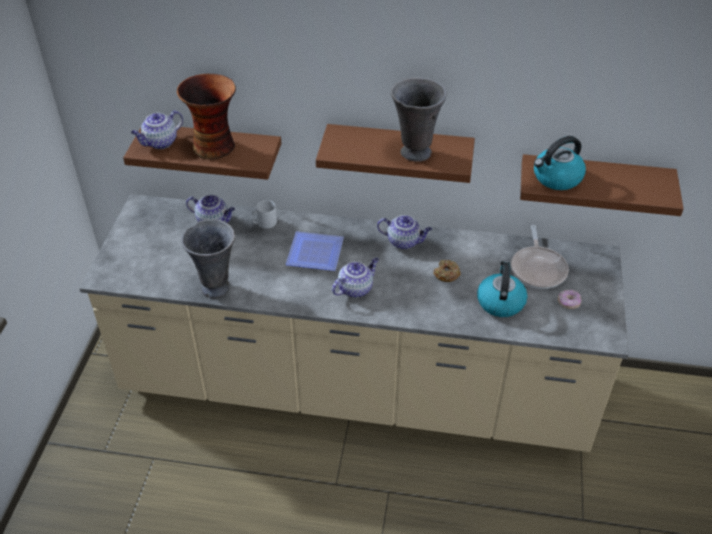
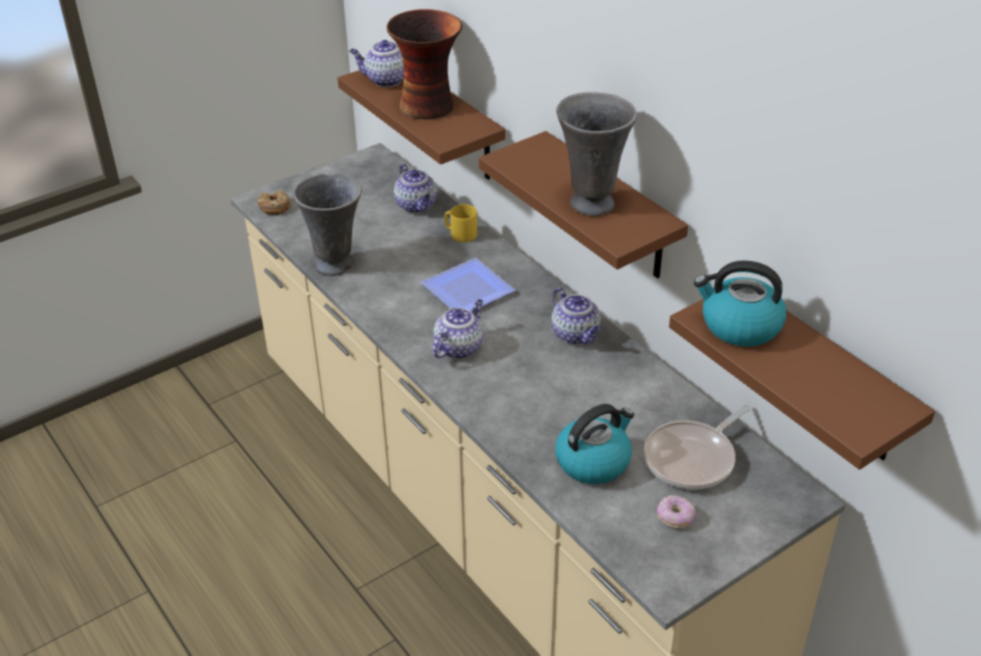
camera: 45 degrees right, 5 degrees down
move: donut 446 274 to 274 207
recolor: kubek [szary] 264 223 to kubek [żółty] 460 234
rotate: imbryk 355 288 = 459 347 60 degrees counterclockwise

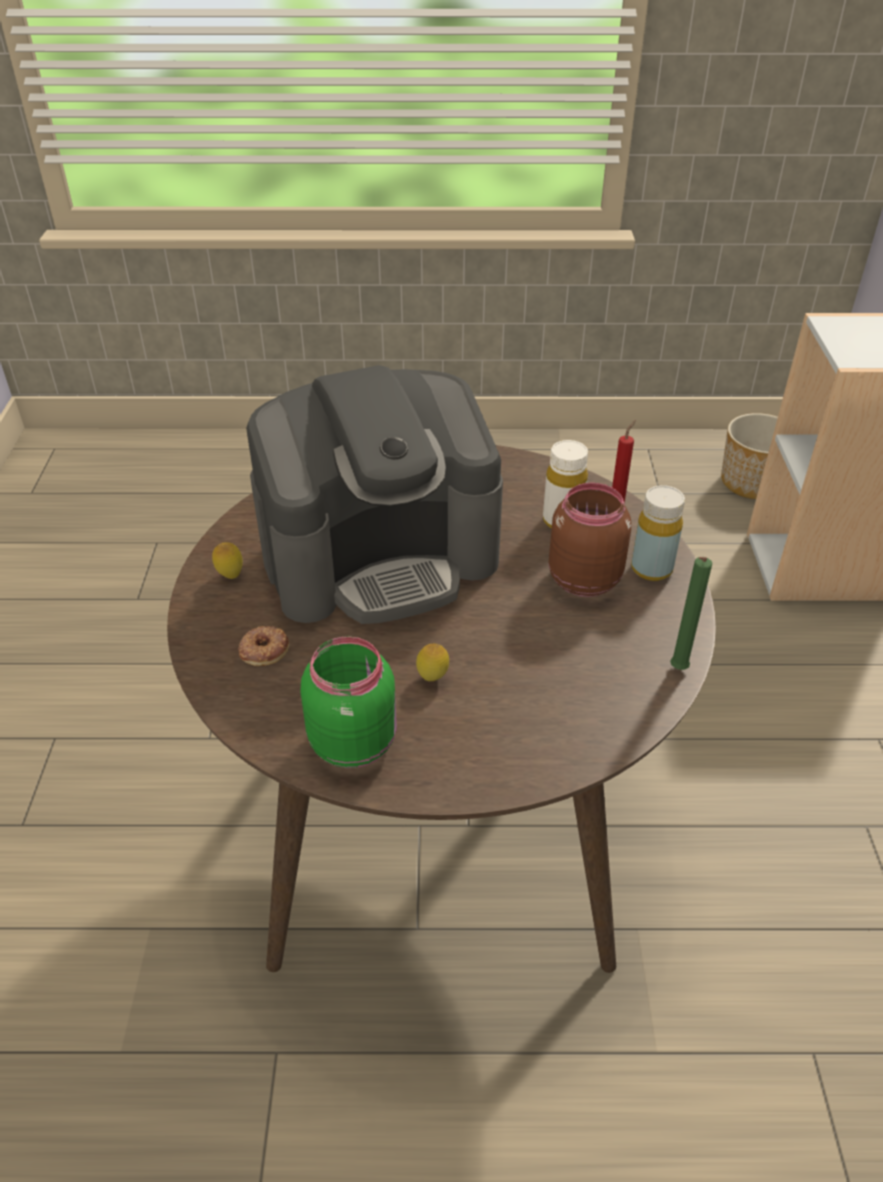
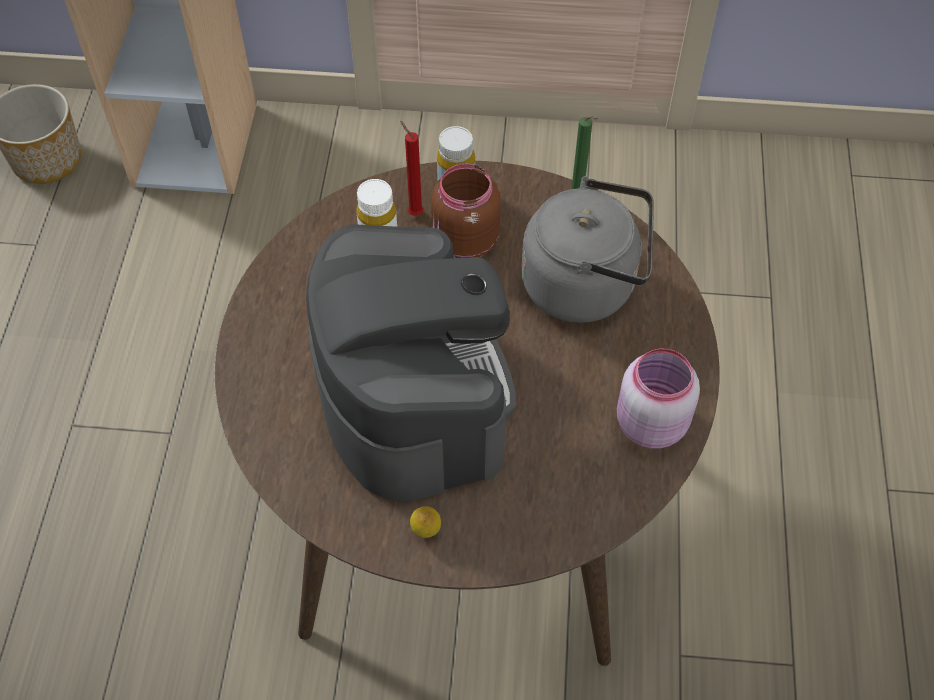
camera: 85 degrees left, 15 degrees up
delete: donut 264 649; cytryna 432 678
insert: czajnik [szary] 585 285
recolor: słoik [zielony] 354 741 to słoik [różowy] 648 423

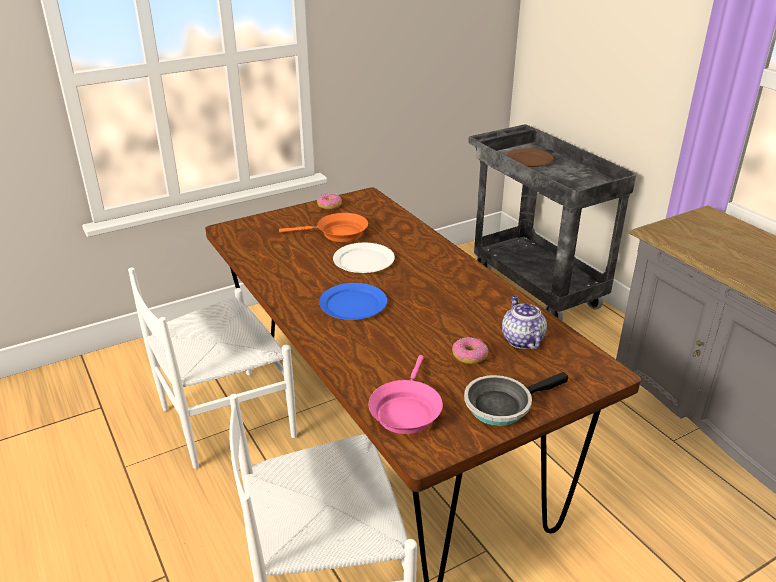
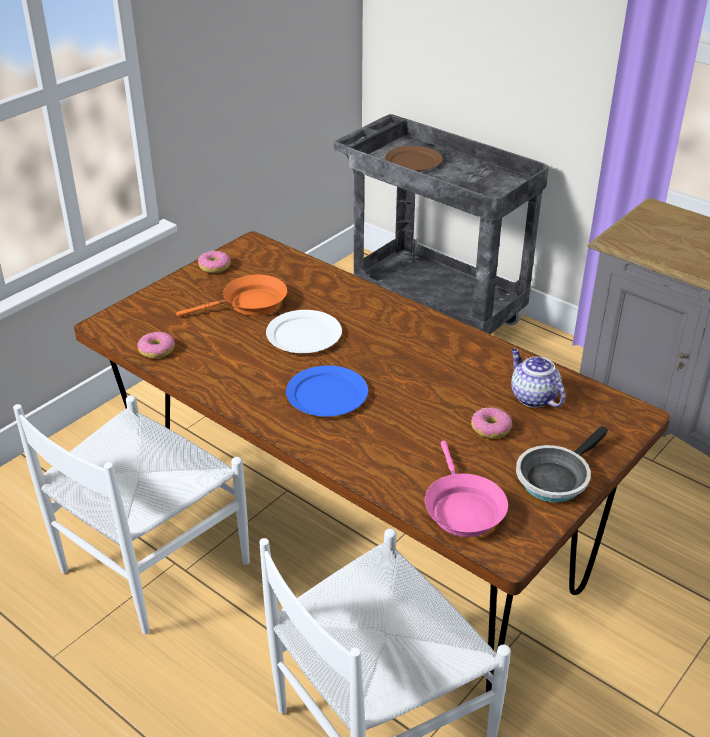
camera: 20 degrees left, 5 degrees up
insert: donut 157 350

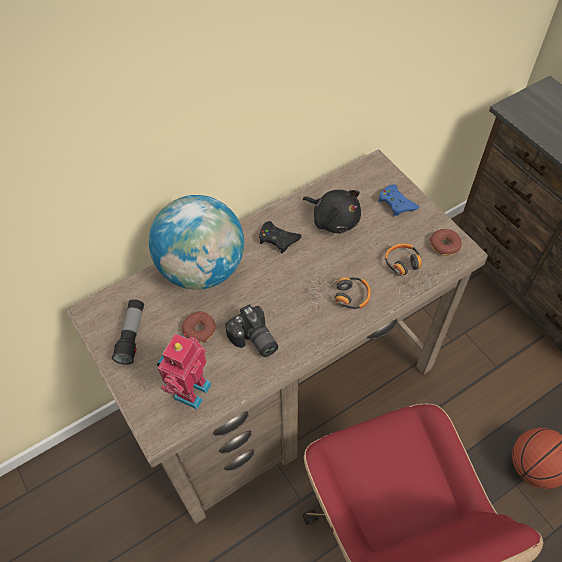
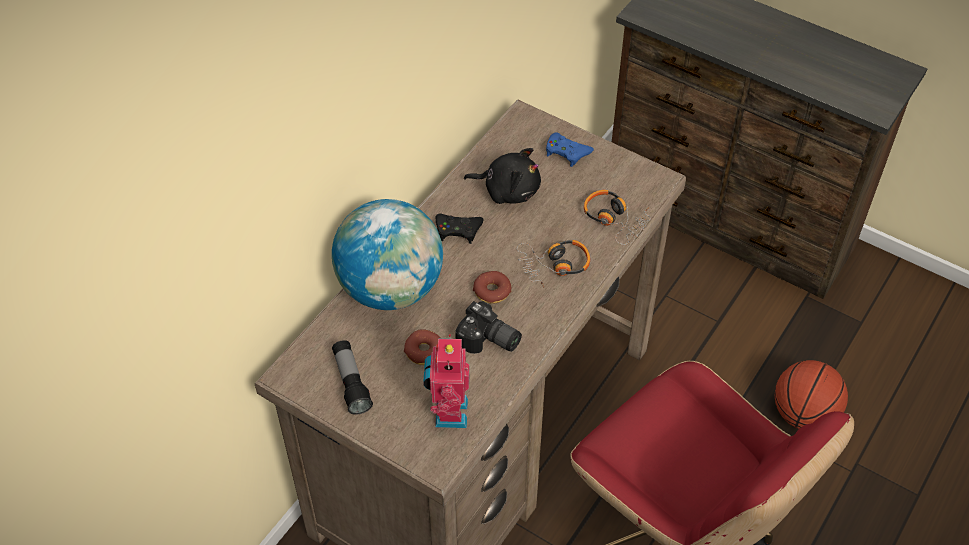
camera: 25 degrees left, 5 degrees down
move: donut 444 245 to 492 291

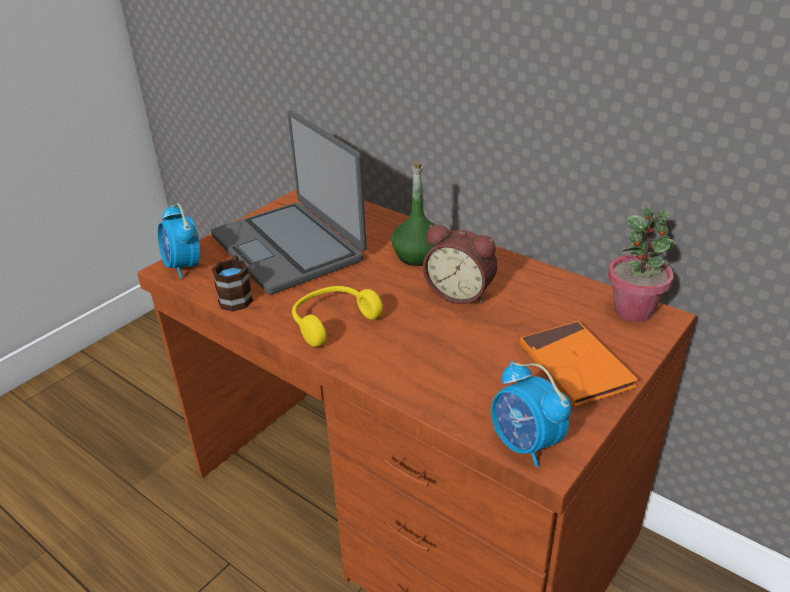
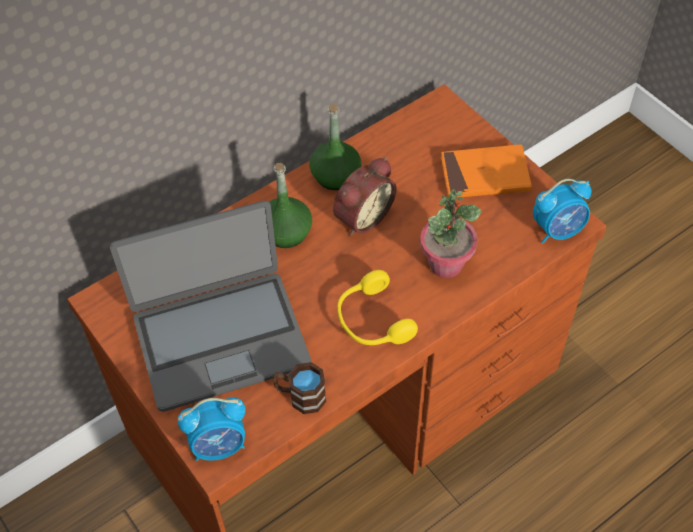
camera: 75 degrees left, 20 degrees up
insert: butelka [zielony] 335 176
move: roślina doniczkowa 633 311 to 445 264

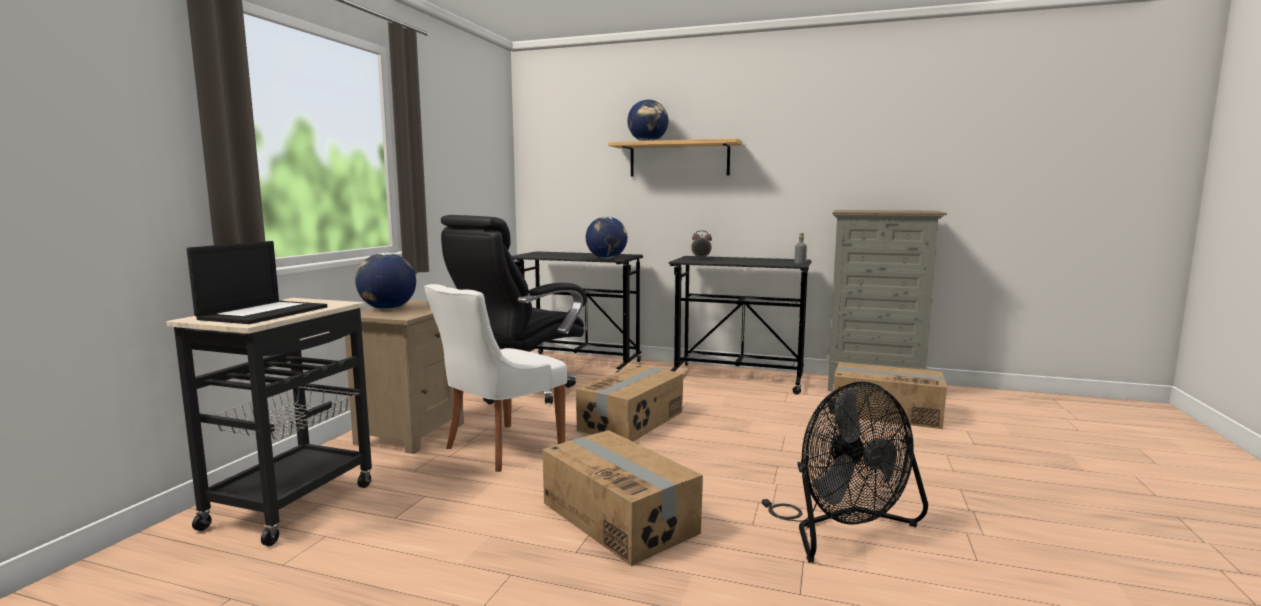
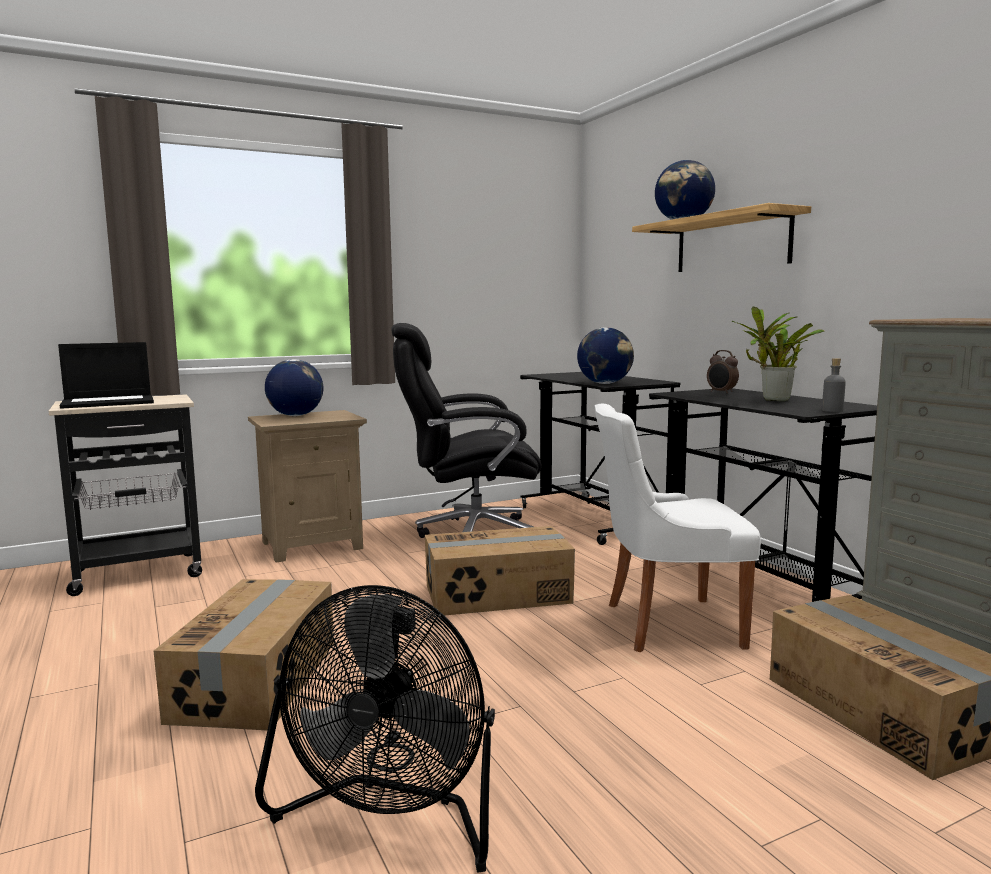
camera: 45 degrees right, 0 degrees up
insert: roślina doniczkowa 773 400
move: krzesło [biały] 500 448 to 667 624

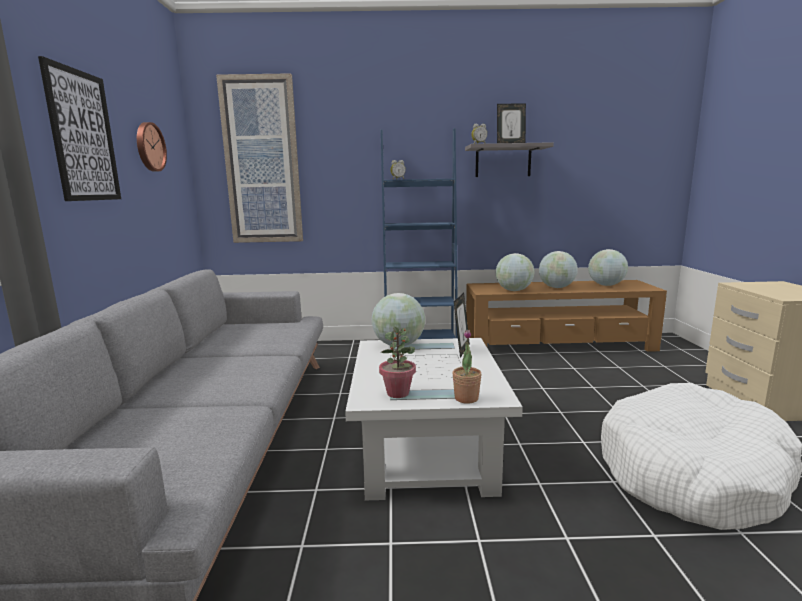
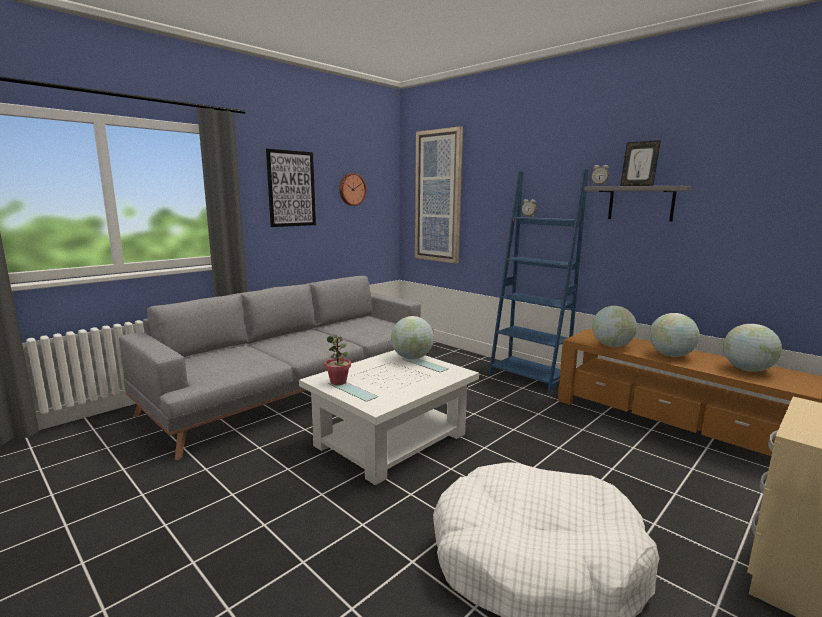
camera: 45 degrees right, 0 degrees up
delete: roślina doniczkowa 466 398; ramka na zdjęcie 461 350

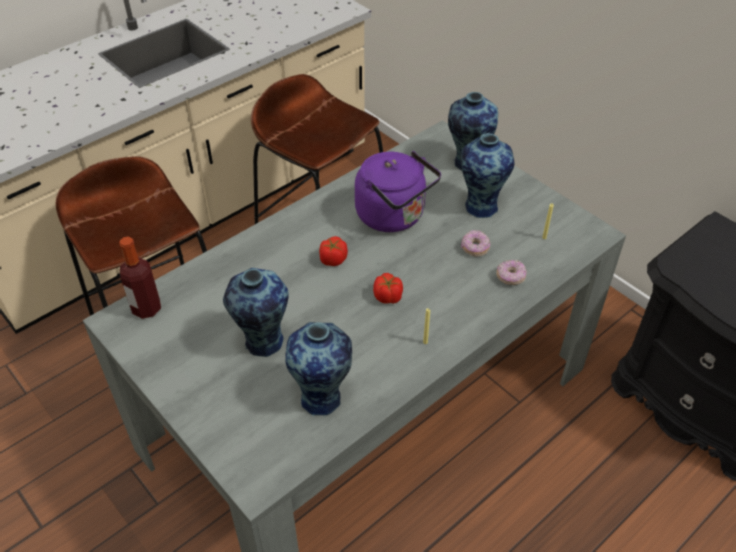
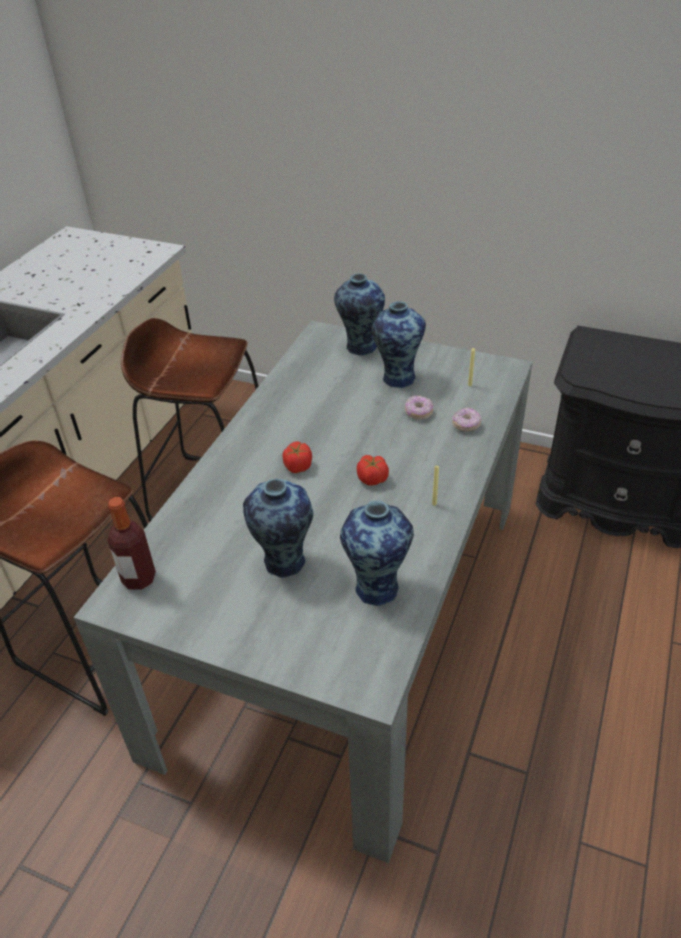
camera: 25 degrees left, 5 degrees down
delete: czajnik [fioletowy] 394 216

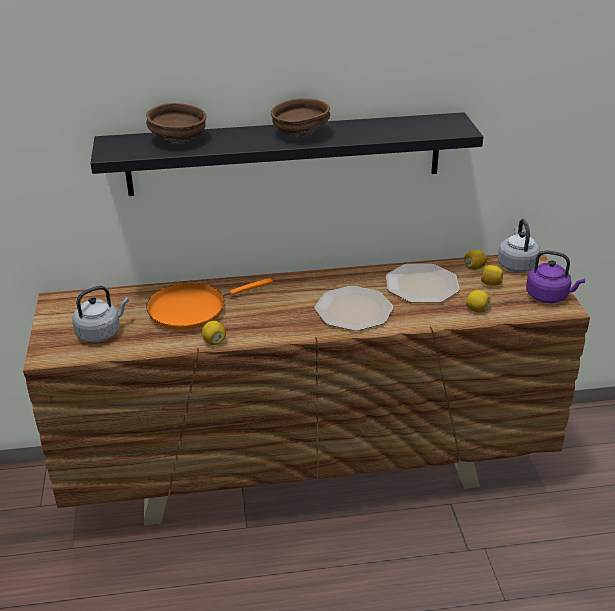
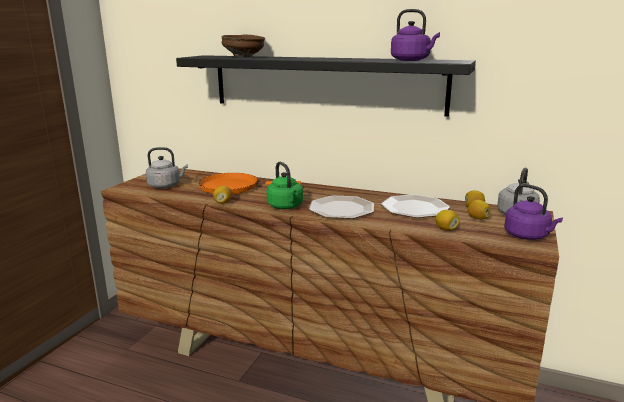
camera: 30 degrees right, 15 degrees down
delete: miska [brązowy] 299 134
insert: czajnik [zielony] 286 207; czajnik [fioletowy] 412 60

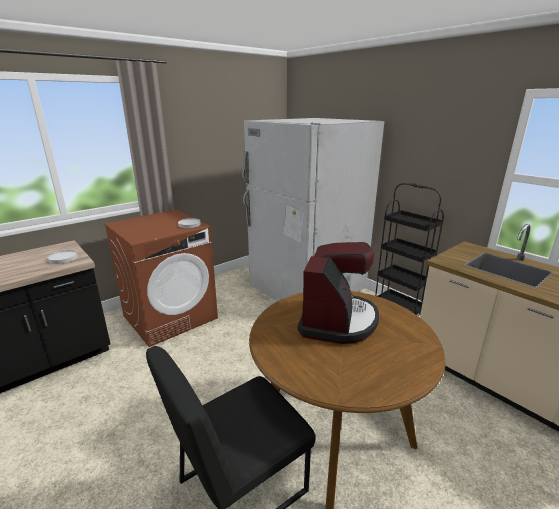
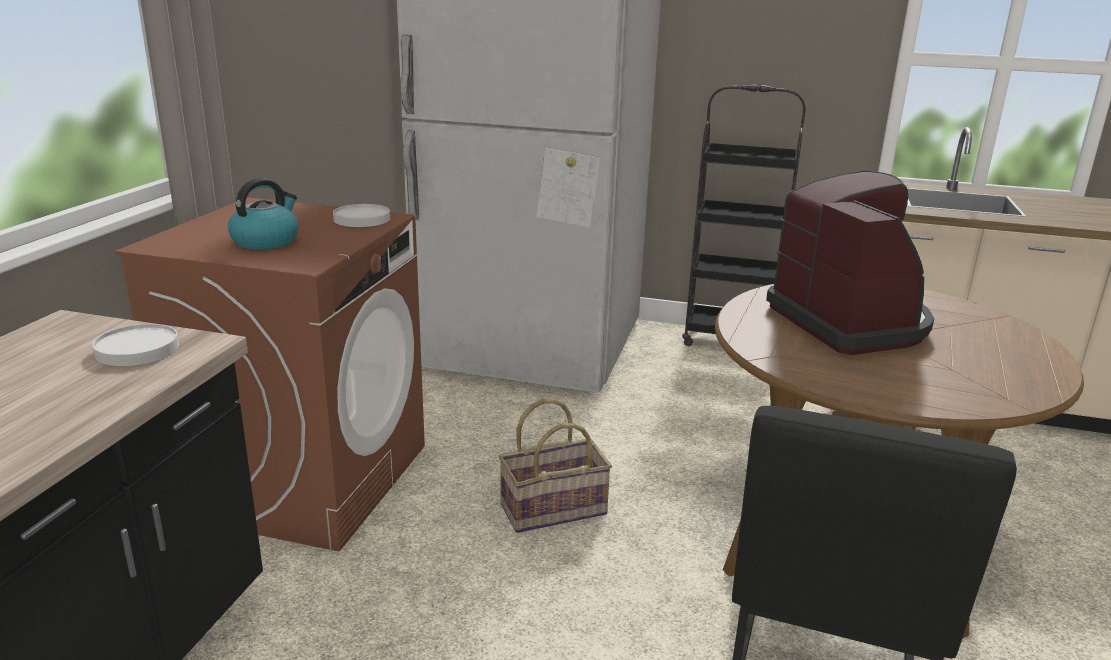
camera: 35 degrees left, 0 degrees up
insert: czajnik 266 241; koszyk 553 508

